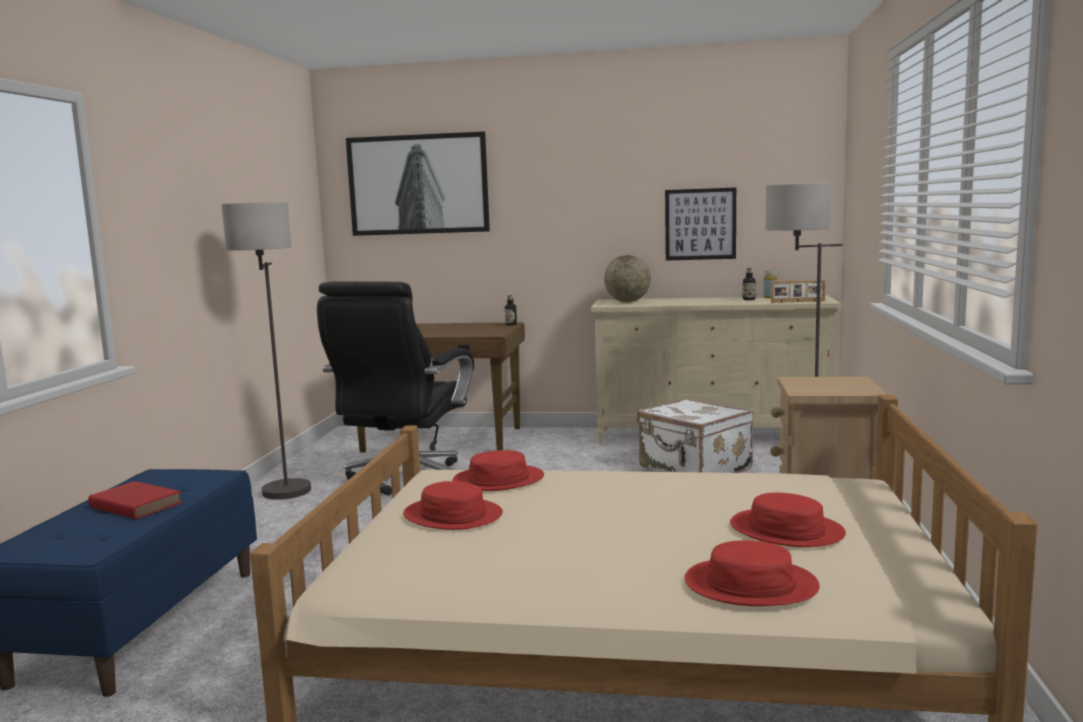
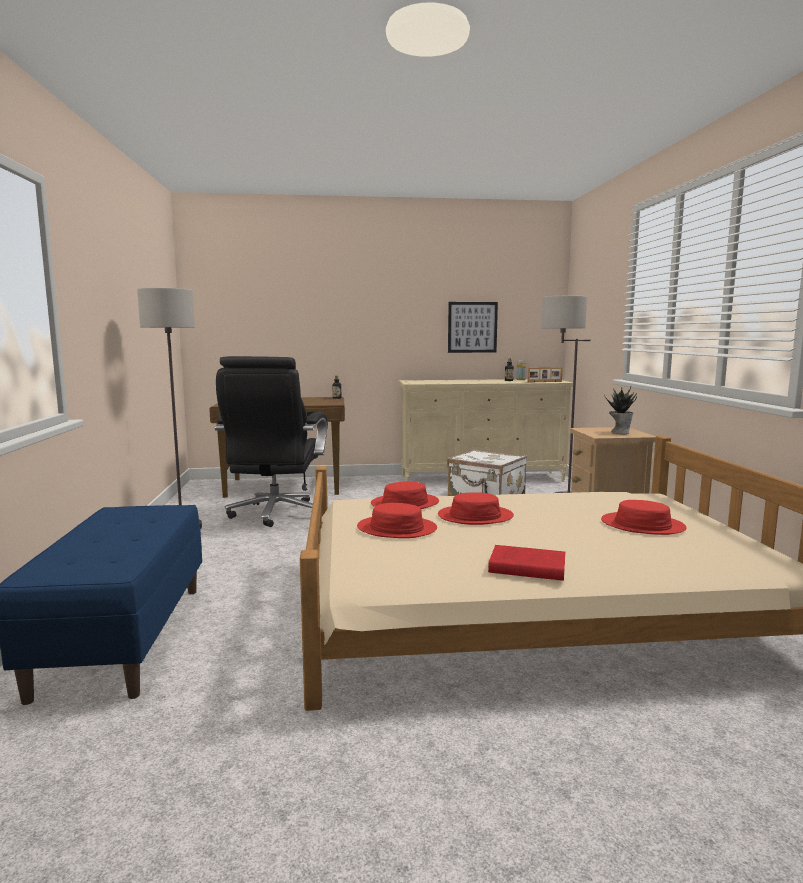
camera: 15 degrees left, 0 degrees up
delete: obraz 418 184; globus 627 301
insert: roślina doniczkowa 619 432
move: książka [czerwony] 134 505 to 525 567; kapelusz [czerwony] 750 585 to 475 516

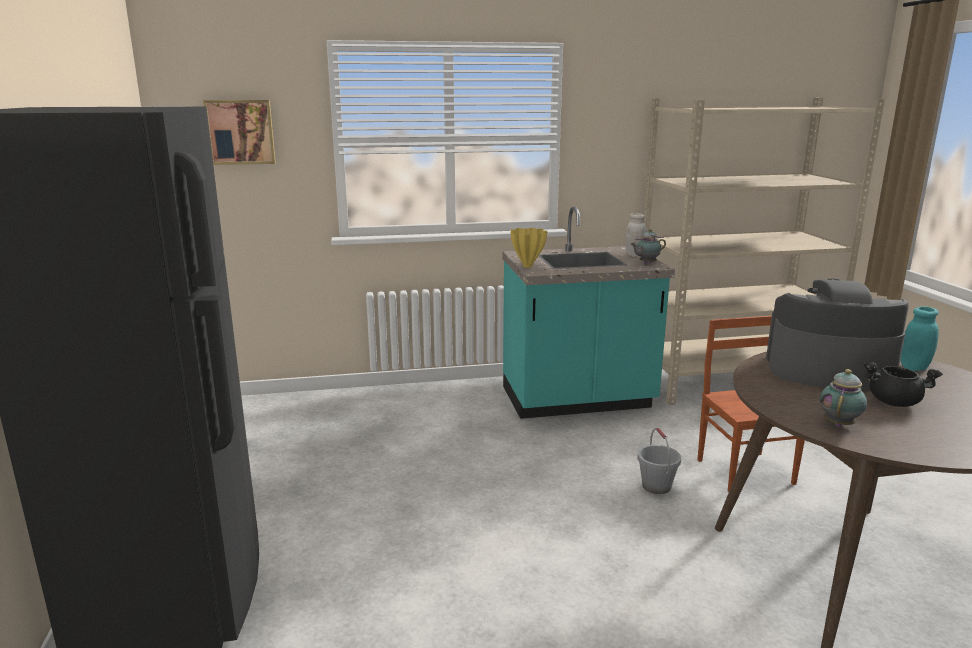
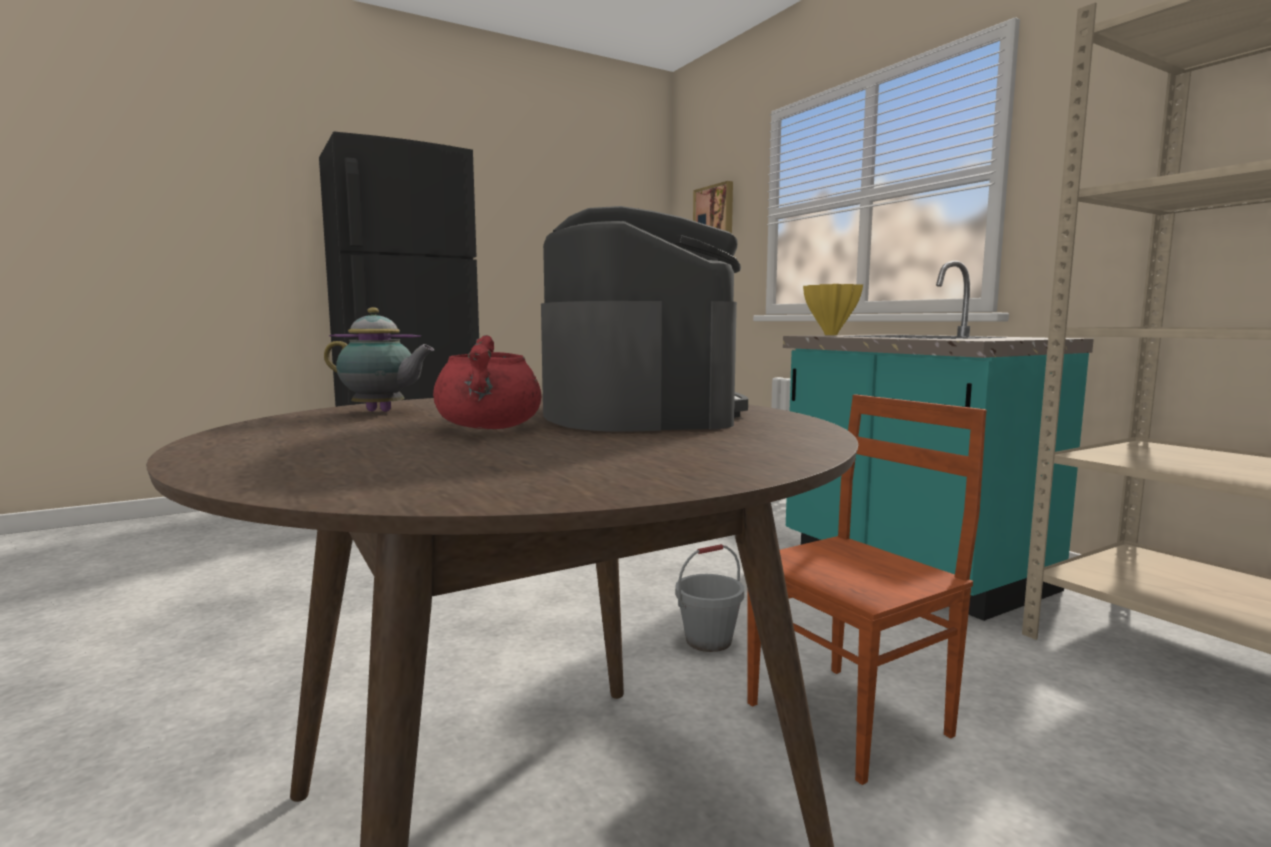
camera: 70 degrees right, 10 degrees down
delete: słoik [biały] 635 255; imbryk 646 263; słoik [turkusowy] 914 367
recolor: garnek [czarny] 894 402 to garnek [czerwony] 490 428

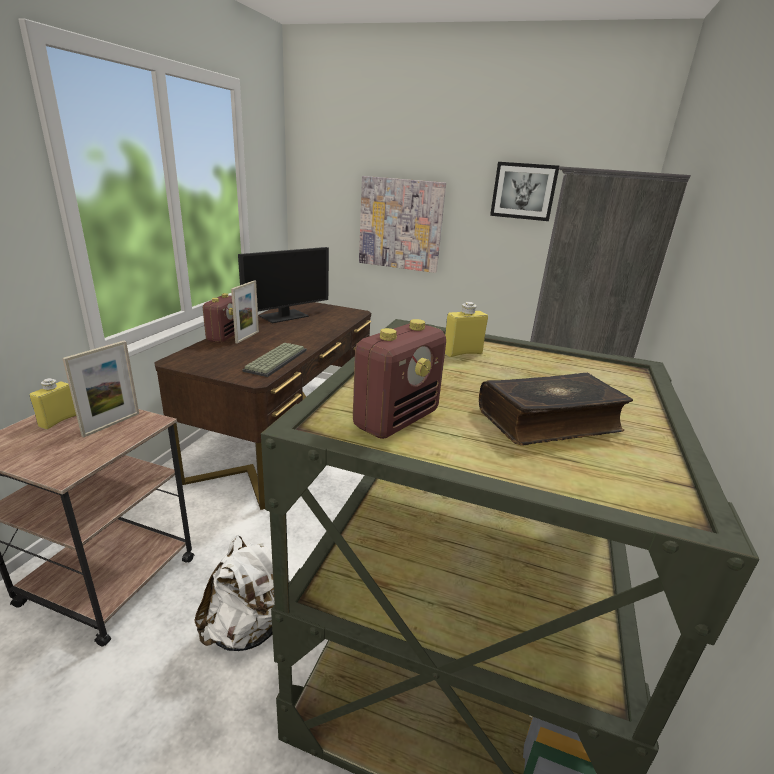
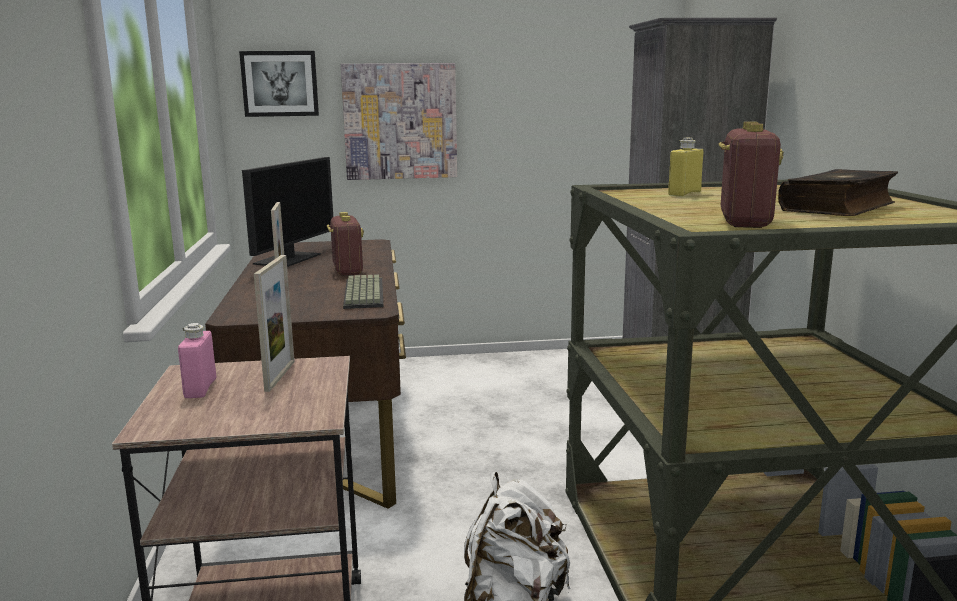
camera: 25 degrees left, 10 degrees down
move: radio 223 337 to 347 270; obraz 523 191 to 280 83
recolor: butelka [żółty] 58 420 to butelka [różowy] 200 388

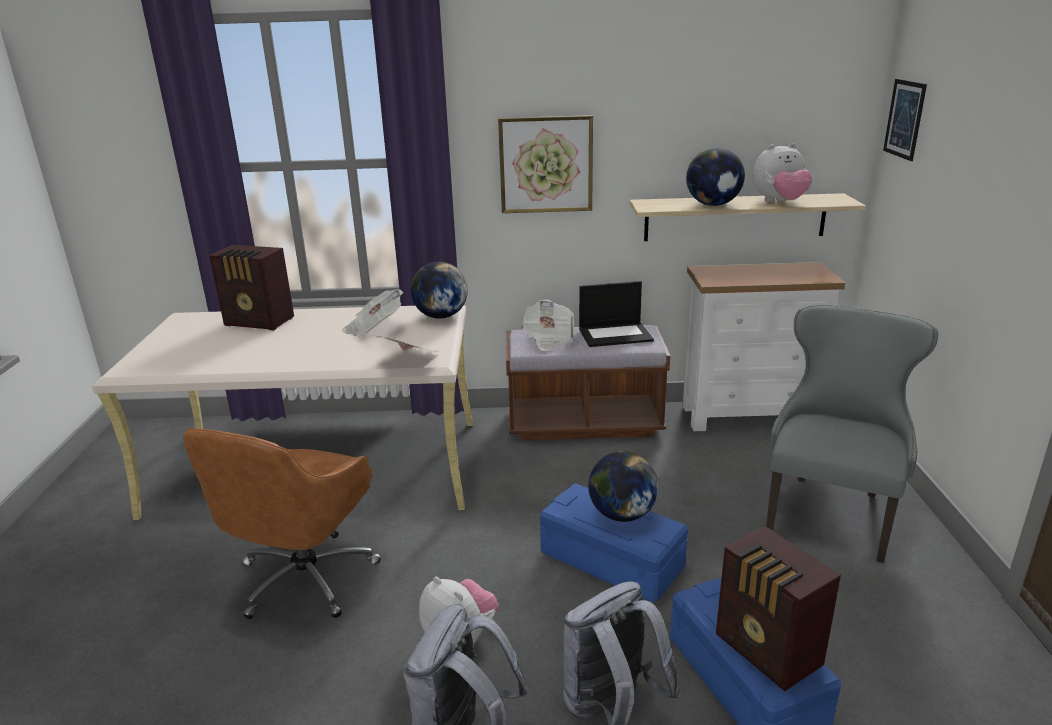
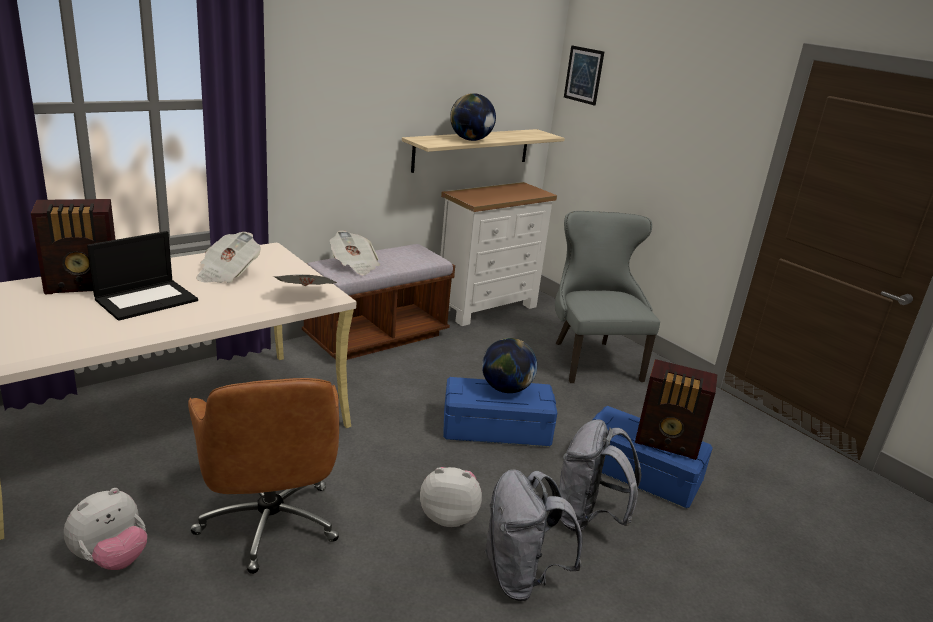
camera: 40 degrees left, 0 degrees up
delete: globus 441 316; obraz 546 164
move: laptop 616 334 to 147 299; pluszak 779 202 to 111 558

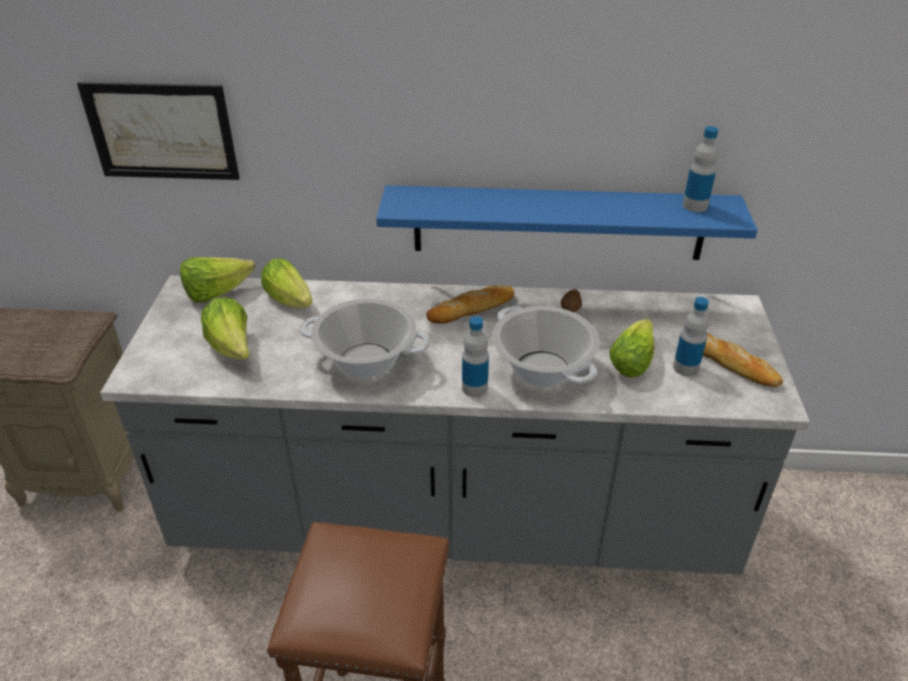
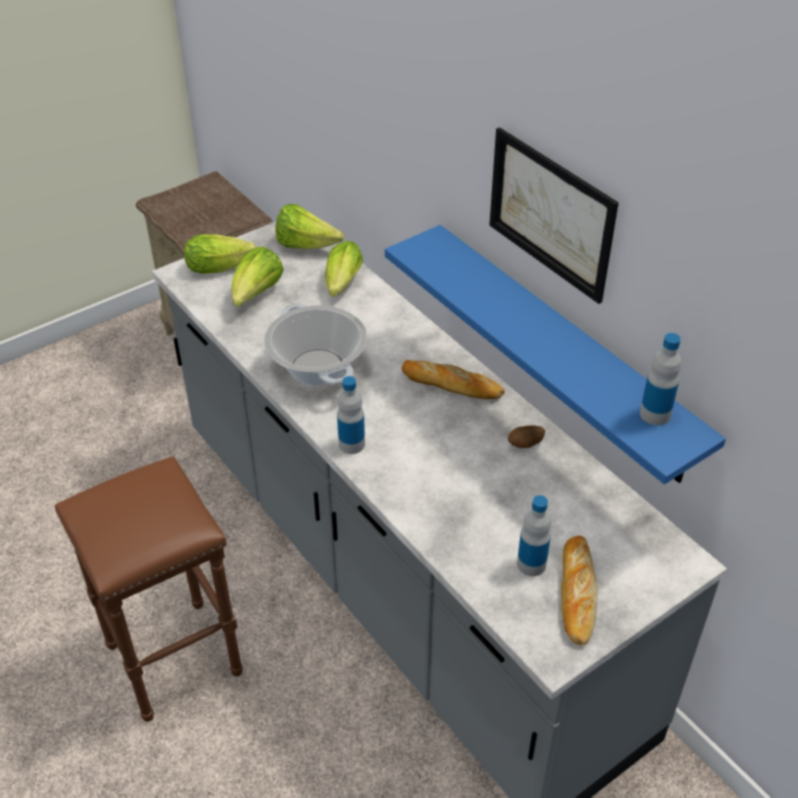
camera: 50 degrees right, 5 degrees up
delete: garnek 542 369
move: obraz 161 131 to 550 214; sałata 633 359 to 222 266

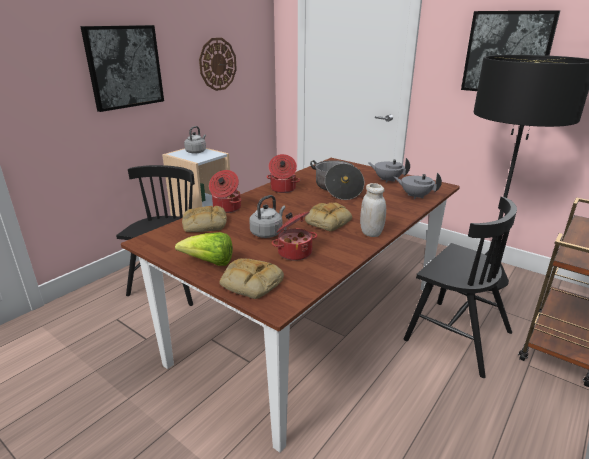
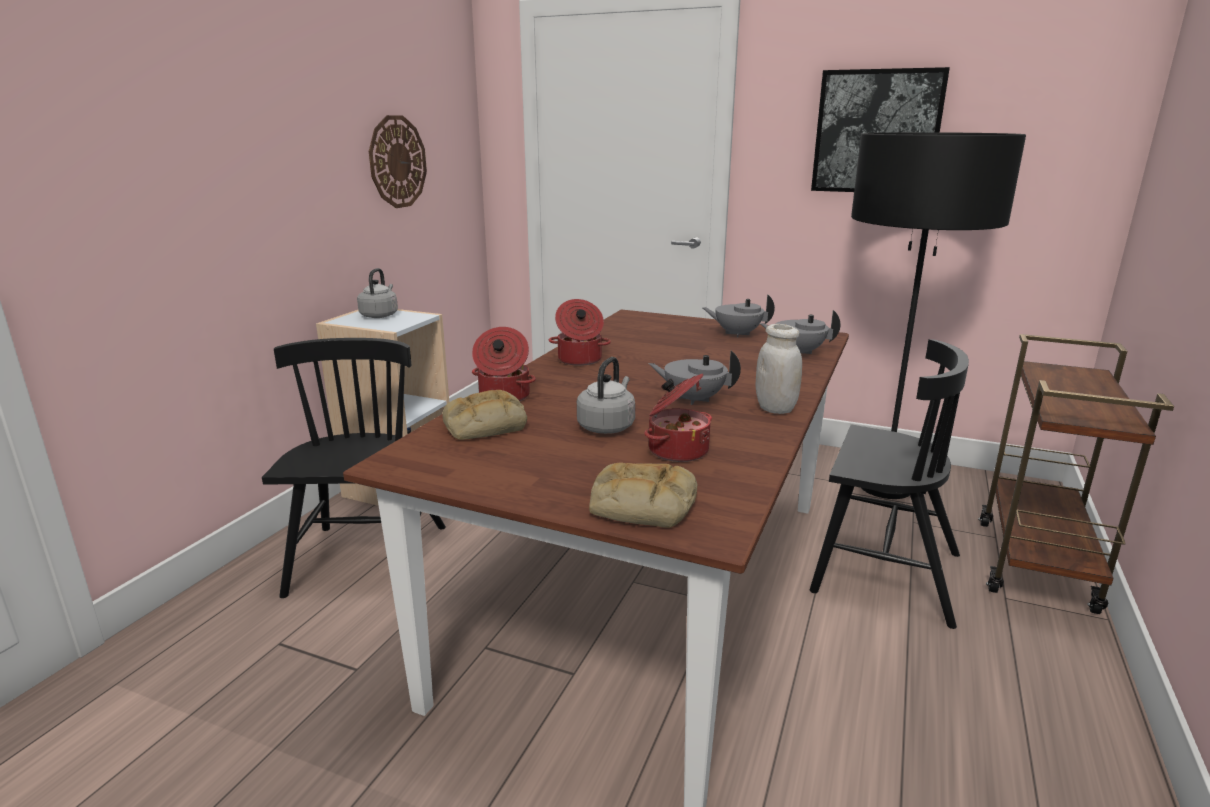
camera: 15 degrees left, 5 degrees down
delete: obraz 124 67; sałata 209 263; garnek 337 189
replace: chleb 328 221 to imbryk [szary] 693 399

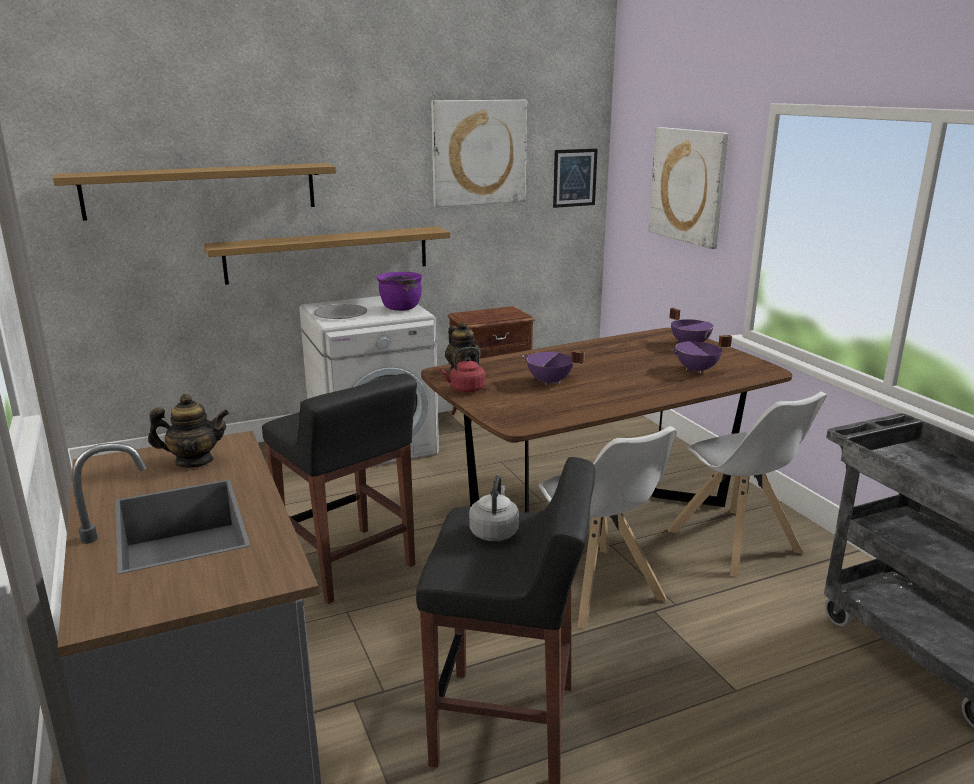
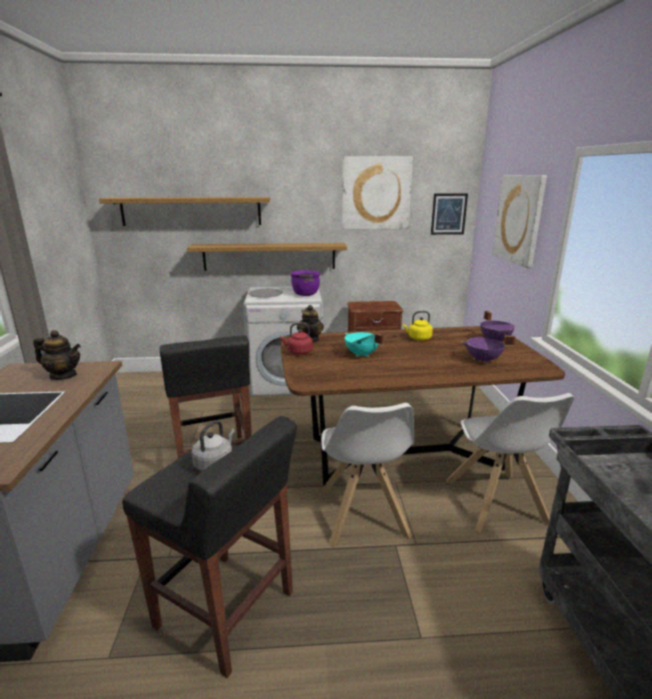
camera: 20 degrees right, 0 degrees up
insert: czajnik [żółty] 418 338
recolor: garnek [fioletowy] 549 382 to garnek [turkusowy] 361 355

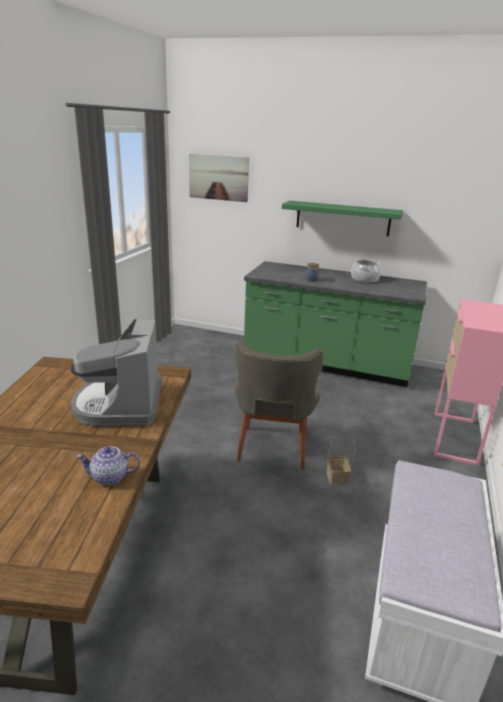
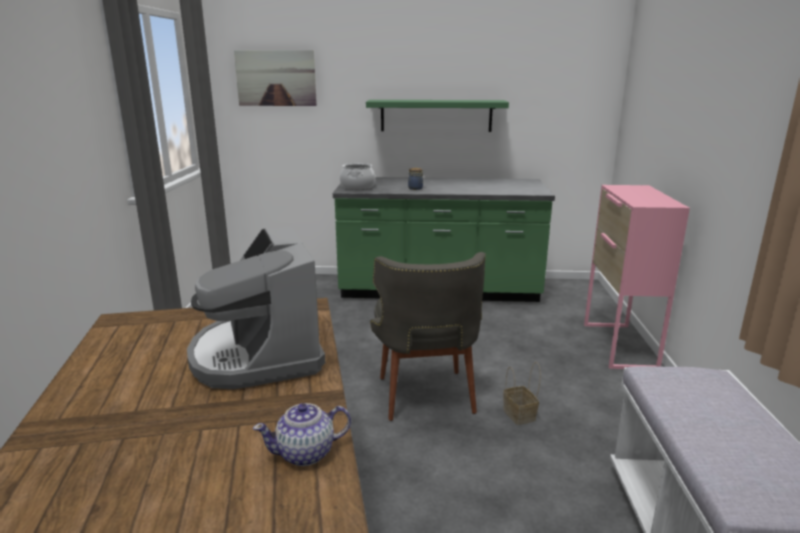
camera: 15 degrees left, 5 degrees down
move: garnek 364 279 to 357 187

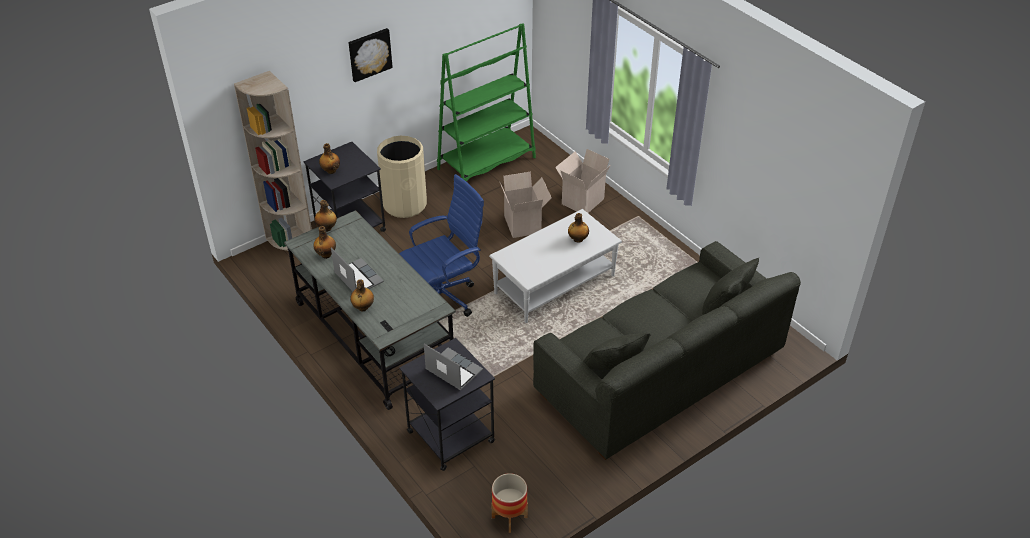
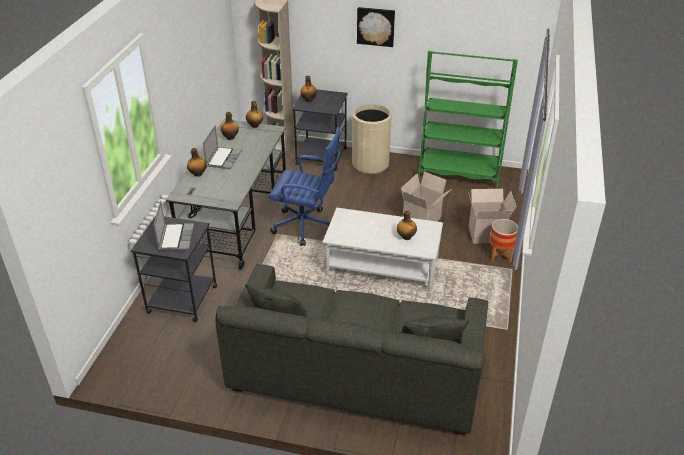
camera: 50 degrees right, 5 degrees down
move: donica 509 517 to 500 256

